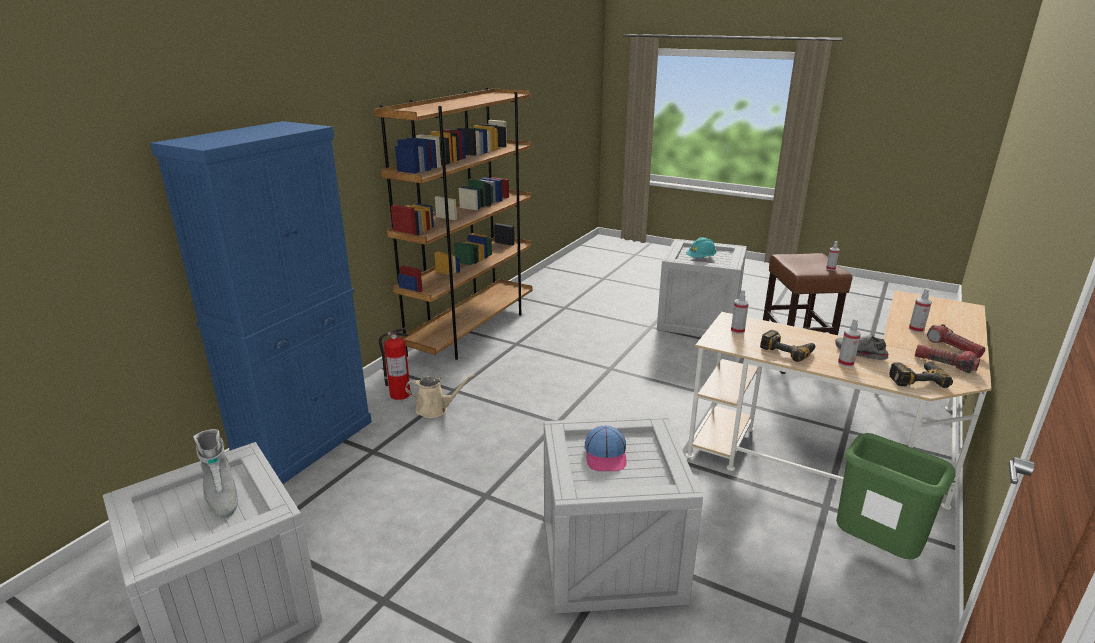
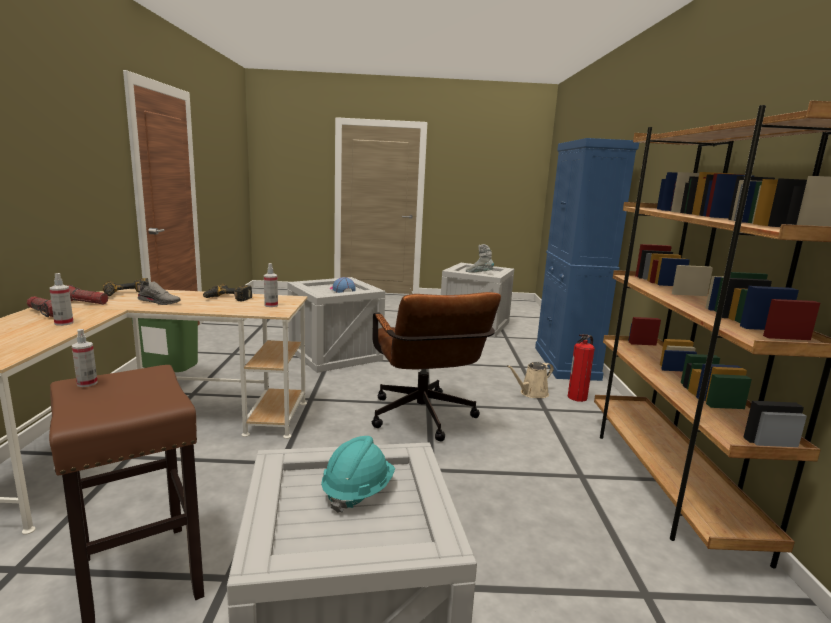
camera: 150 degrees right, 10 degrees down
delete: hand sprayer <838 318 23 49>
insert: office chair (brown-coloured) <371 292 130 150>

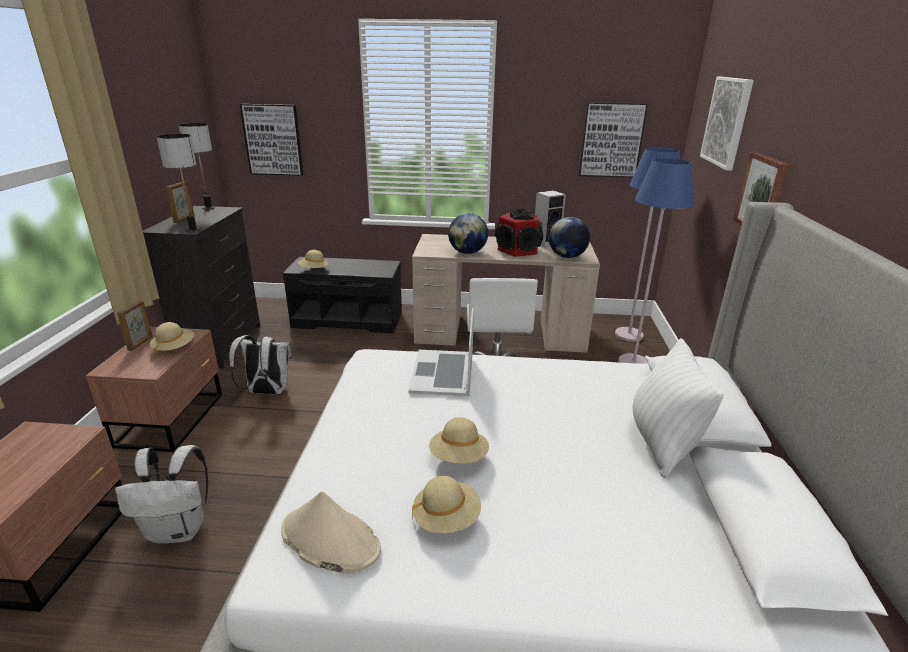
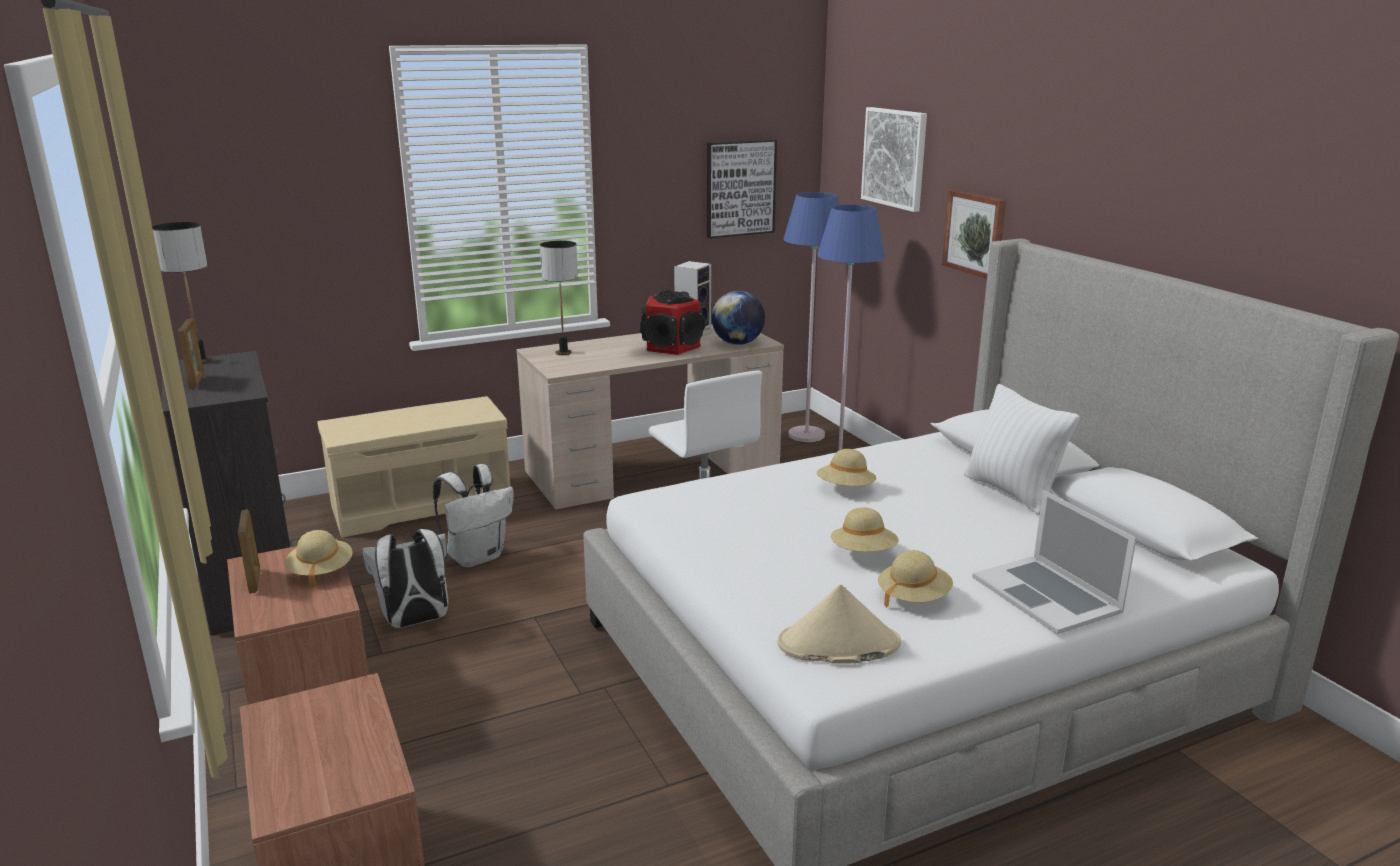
camera: 30 degrees left, 5 degrees down
delete: picture <240 104 63 72>; world globe <448 213 40 41>
move: backpack (white) <115 445 93 99> to <433 464 81 103>; table lamp <156 134 44 99> to <540 241 38 114>; wearable hat (sand-coloured) <298 250 31 18> to <817 449 59 37>; laptop <408 308 66 88> to <972 490 164 144>
recolor: bench (black) <283 257 119 76> to bench (sand-coloured) <317 396 193 142>

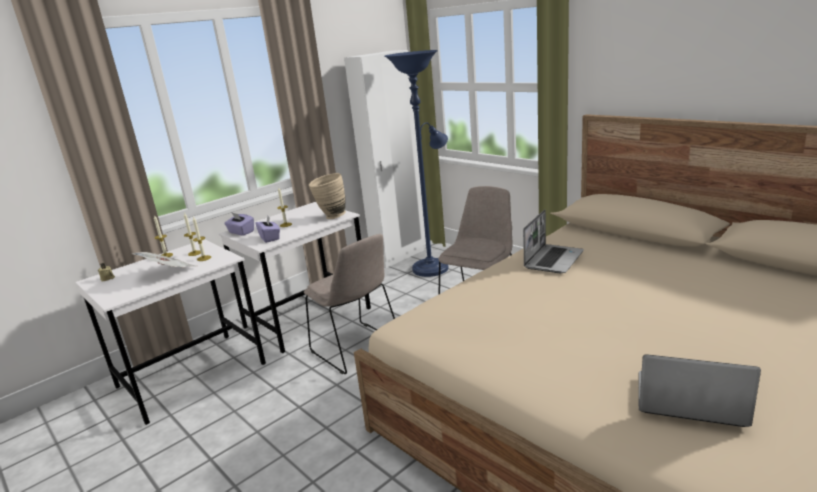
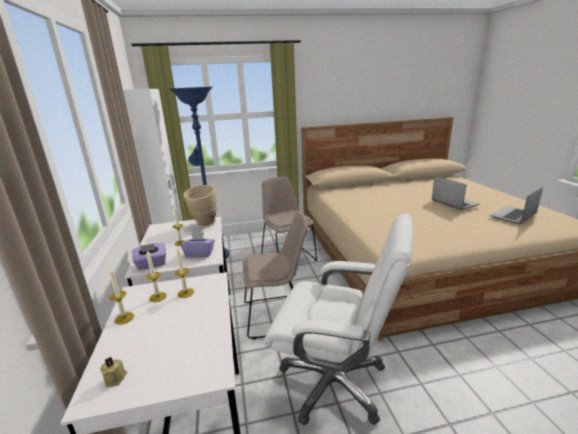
camera: 60 degrees left, 0 degrees up
delete: daily paper <132 252 64 16>
insert: office chair (white) <264 213 149 212>
move: laptop <523 209 61 64> to <432 176 47 34>

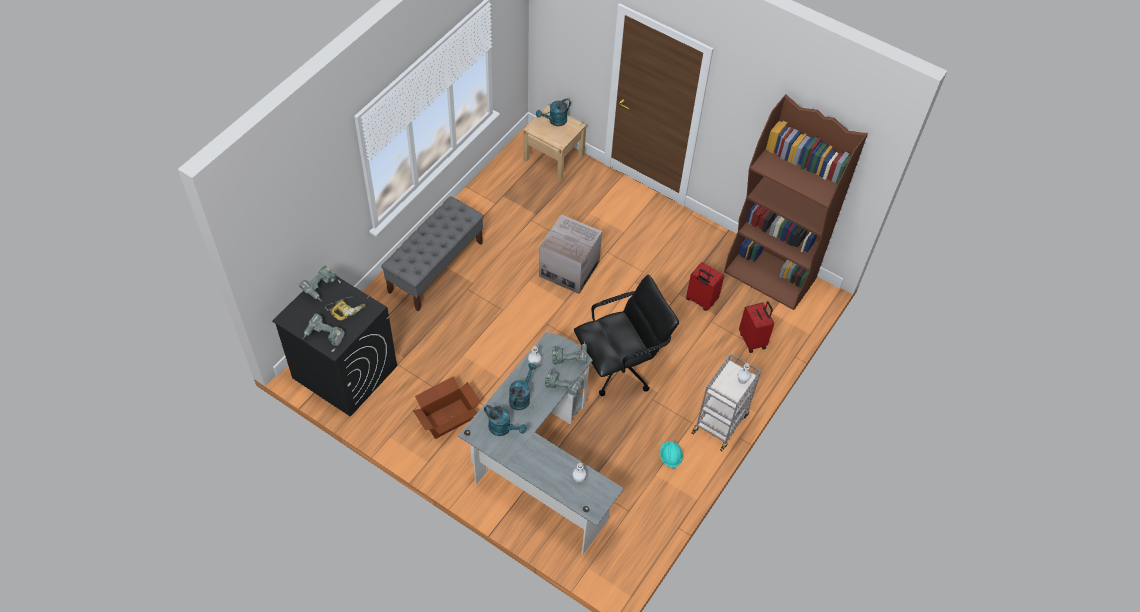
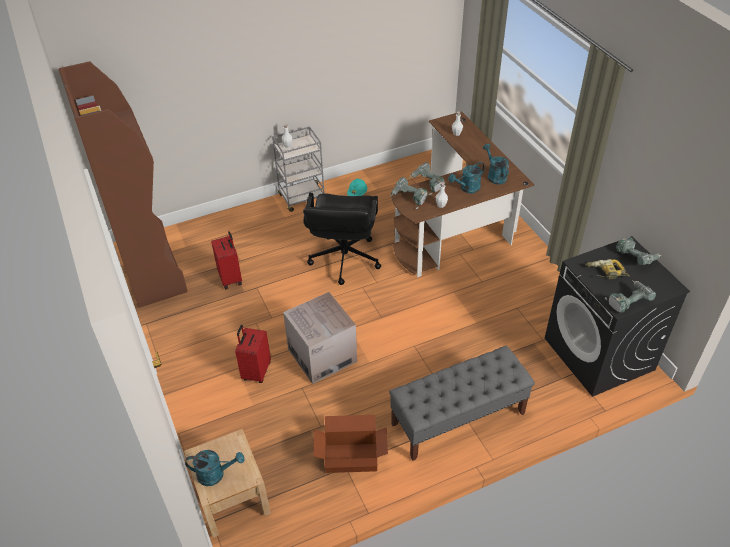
camera: 145 degrees left, 10 degrees down
move: carton <413 376 67 63> to <313 415 75 58>; piece of luggage (red-coloured) <739 301 35 52> to <235 325 36 58>
recolor: desk unit (gray) <458 332 166 223> to desk unit (brown-coloured) <391 111 143 166>
rotate: office chair (black) <574 275 105 121> = <303 193 78 92> 90 degrees counterclockwise

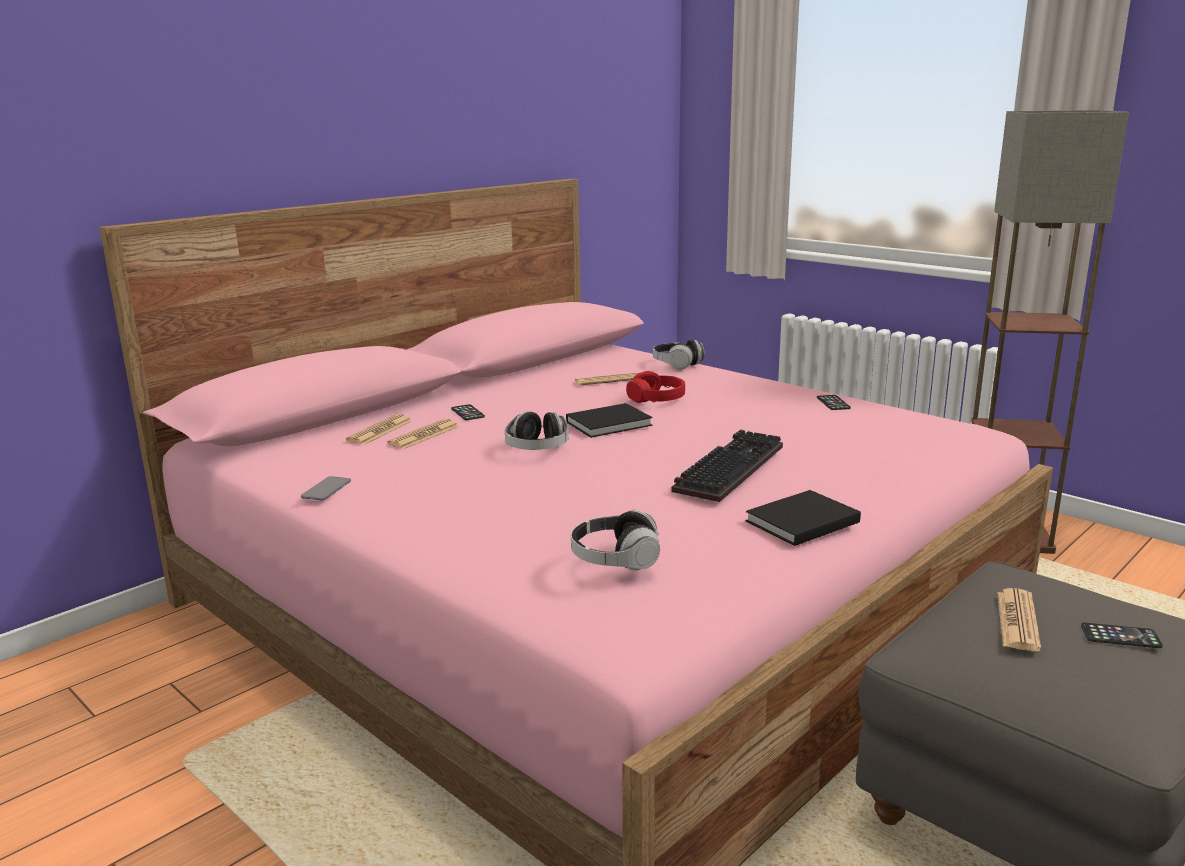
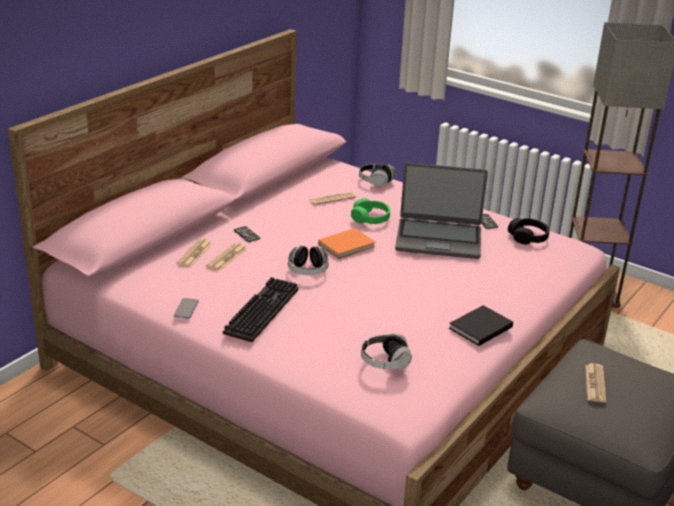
camera: 10 degrees left, 10 degrees up
delete: phone <1081 623 82 25>
insert: laptop <395 162 93 97>; headset (black) <508 218 41 26>
move: computer keyboard <671 429 112 73> to <223 277 76 65>
recolor: volume (black) <566 403 86 35> to volume (orangey) <318 228 58 31>; headset (red-coloured) <626 371 59 32> to headset (green) <351 198 39 26>

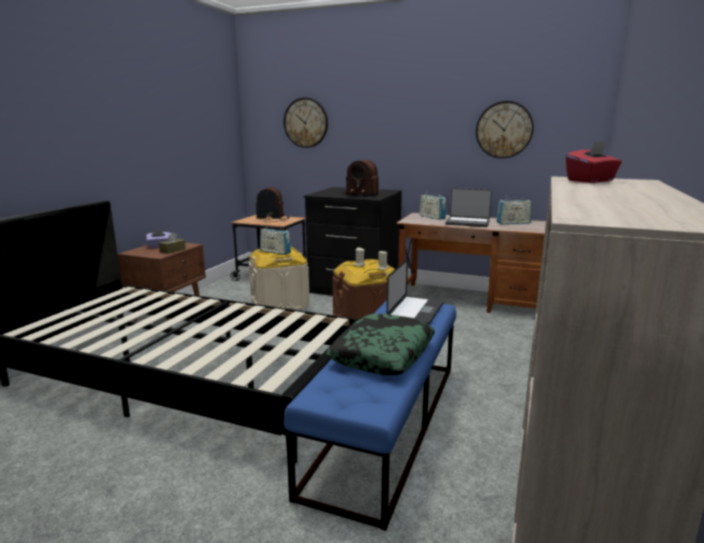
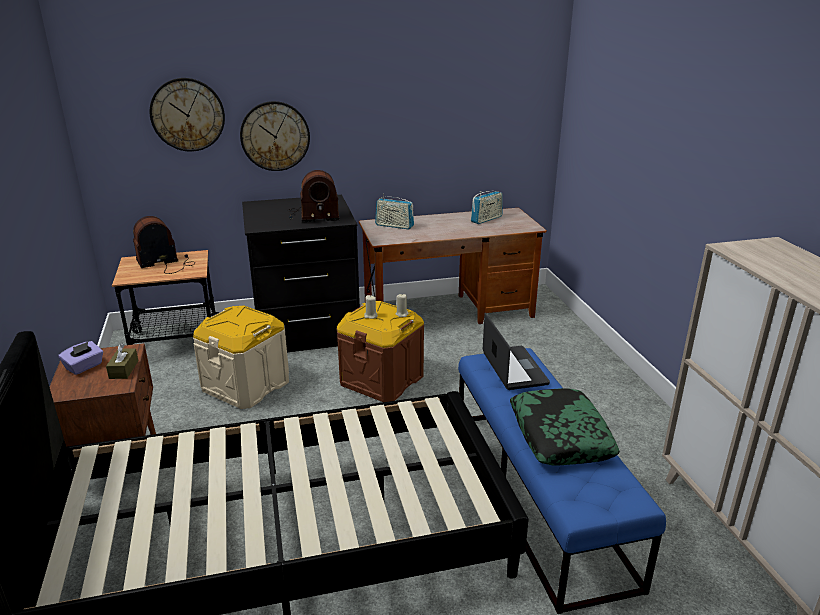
camera: 35 degrees left, 10 degrees up
delete: radio receiver <260 224 31 31>; laptop <445 188 47 39>; box of tissues (red-coloured) <566 141 56 42>
move: hanging clock <476 101 58 58> to <240 101 70 70>

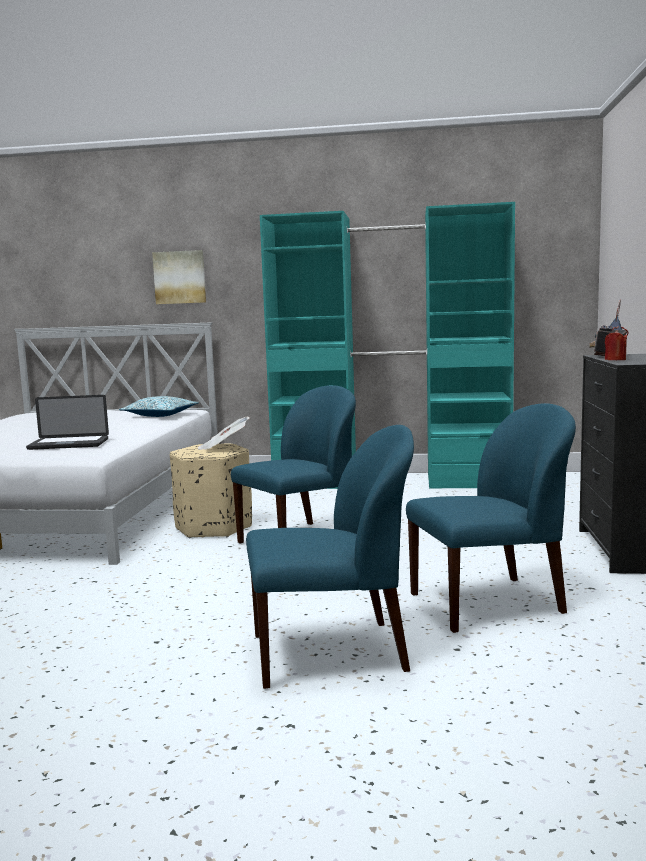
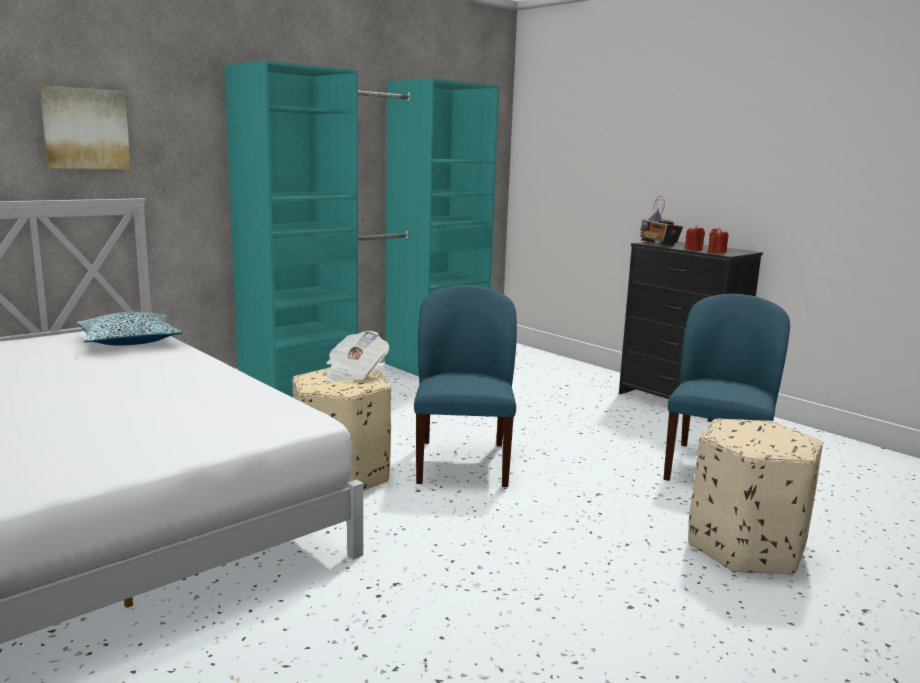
camera: 50 degrees left, 5 degrees up
delete: laptop <26 395 83 55>
insert: wax light (red-coloured) <708 228 20 25>
replace: plain chair (blue) <246 425 168 264> to footrest (sand-coloured) <688 419 135 156>

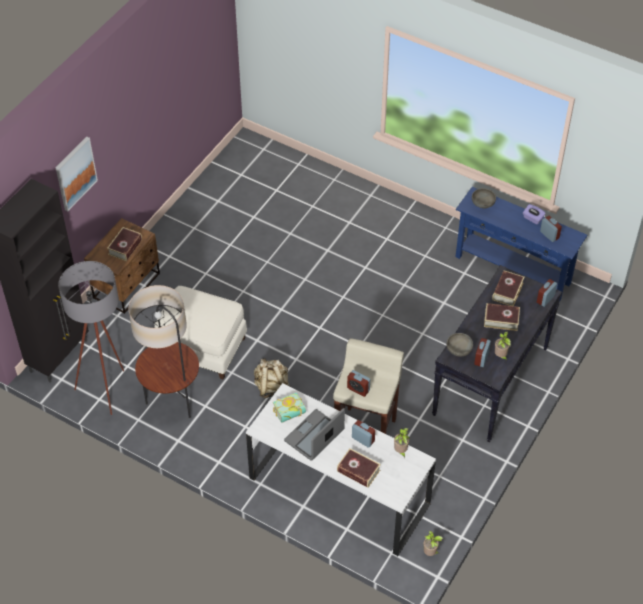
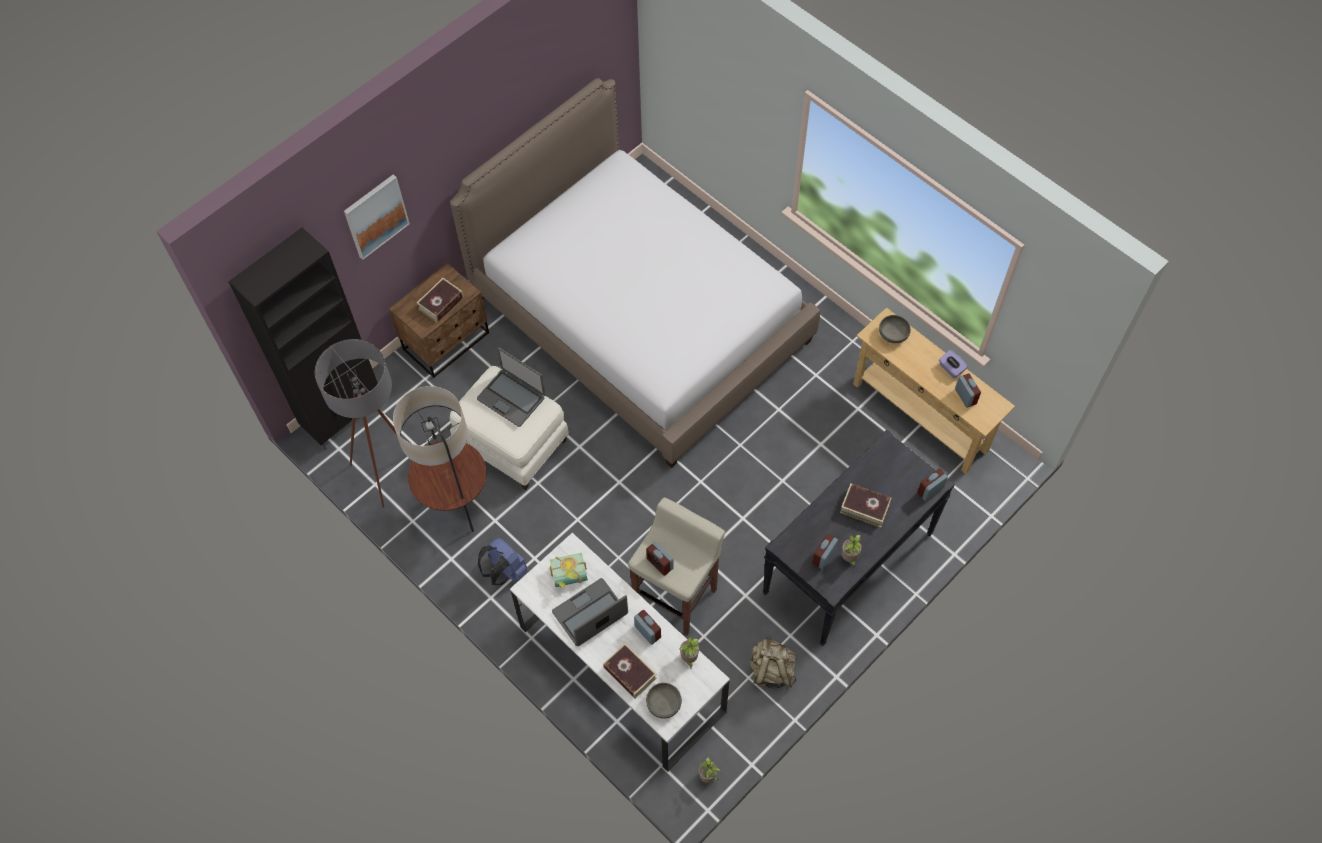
camera: 15 degrees right, 10 degrees up
delete: volume <492 270 33 36>
insert: bed <450 78 370 390>; laptop <477 347 68 80>; backpack (blue) <478 538 50 47>
move: backpack (sand-coloured) <254 358 37 40> to <750 636 47 52>; bowl (gray) <447 333 26 23> to <646 683 36 36>
recolor: console table (blue) <455 187 132 115> to console table (sand-coloured) <853 307 162 167>

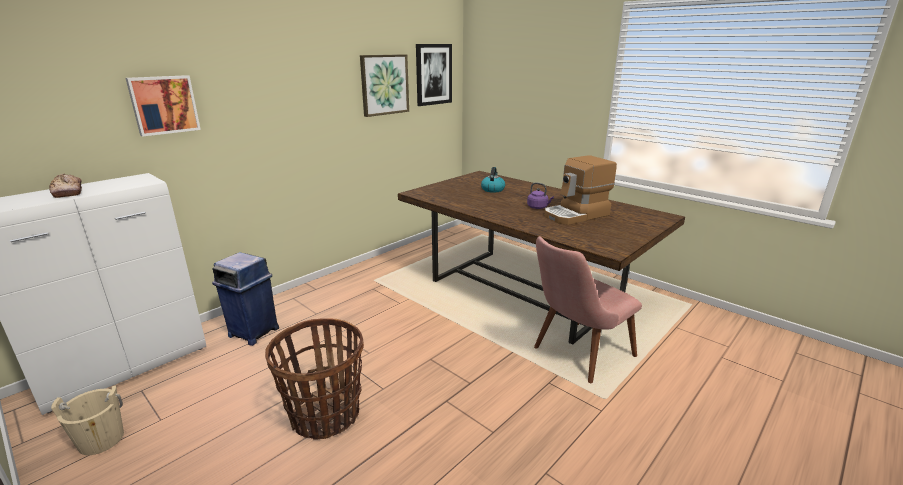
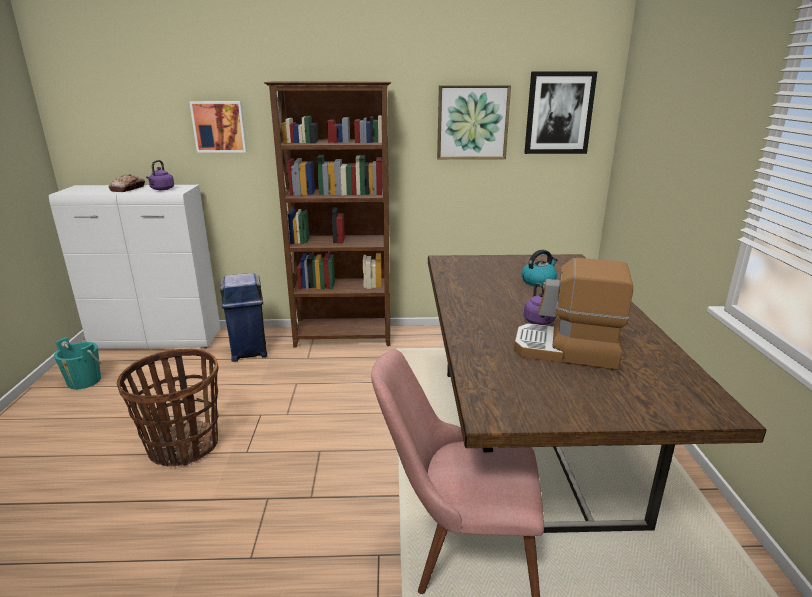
camera: 45 degrees right, 0 degrees up
insert: tea kettle (purplish) <146 160 28 30>; bookcase (brown-coloured) <264 81 127 266>
recolor: water bucket (sand-coloured) <51 385 73 70> to water bucket (turquoise-coloured) <54 337 47 52>

